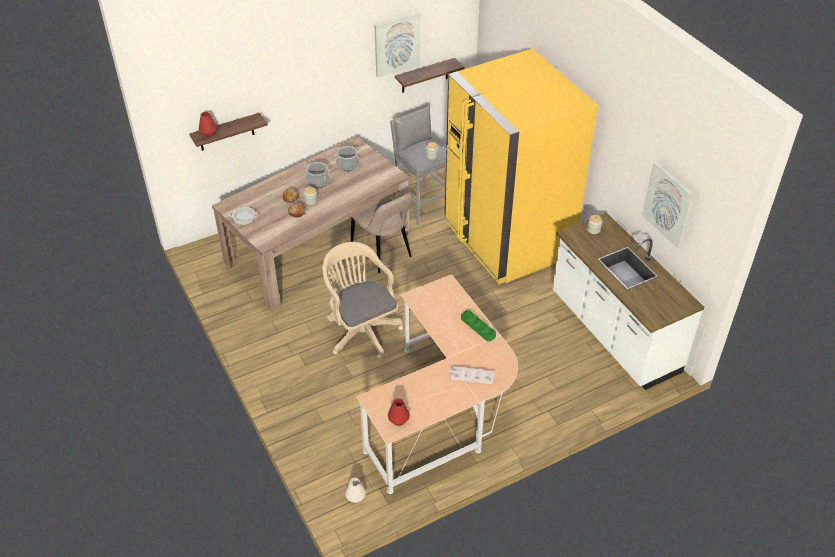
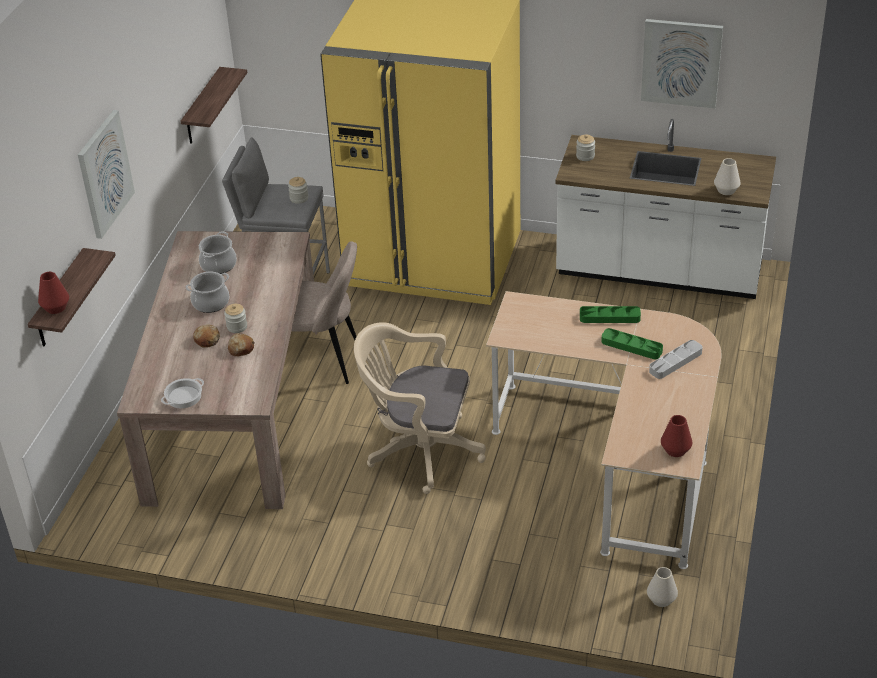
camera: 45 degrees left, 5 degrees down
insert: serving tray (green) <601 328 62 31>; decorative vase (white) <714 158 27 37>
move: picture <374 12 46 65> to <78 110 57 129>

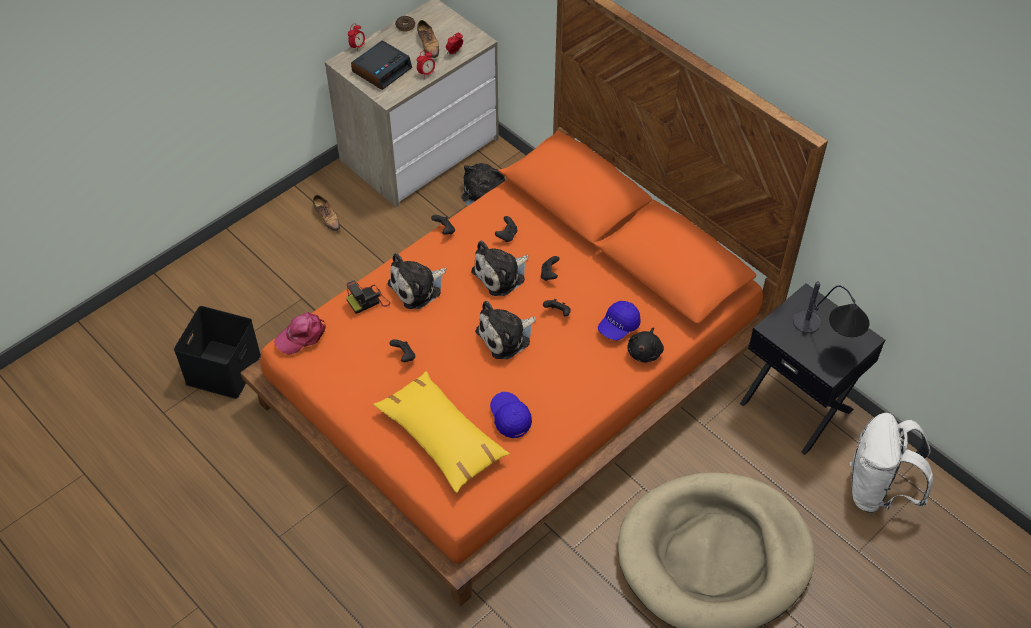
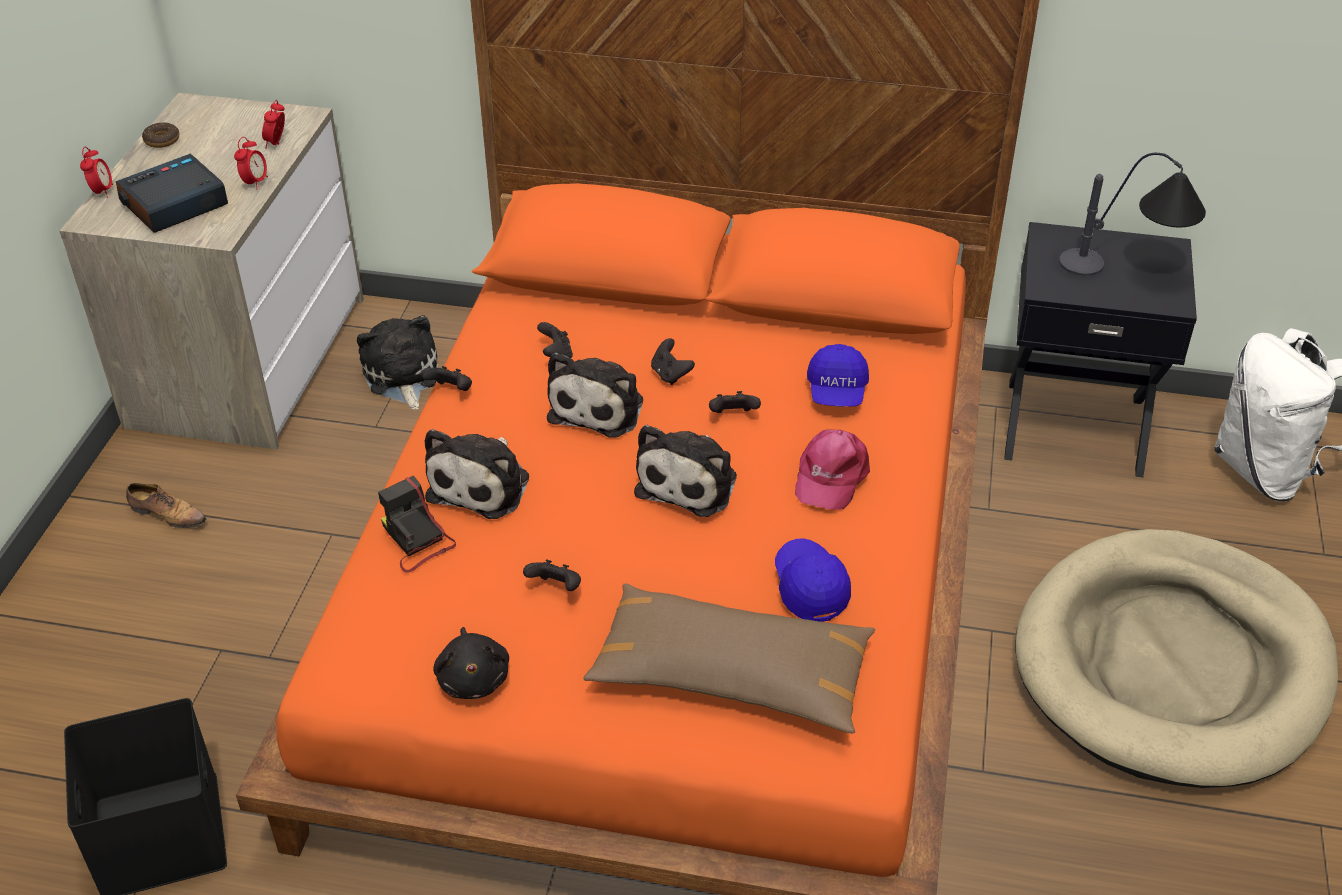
camera: 35 degrees left, 10 degrees down
delete: item of footwear <417 20 22 38>
move: peaked cap (pink-coloured) <274 312 52 43> to <795 430 75 80>; cuddly toy (black) <627 327 37 36> to <433 627 76 72>
recolor: pillow (yellowish) <373 371 137 122> to pillow (brown-coloured) <583 583 292 151>
rotate: still camera <346 281 44 33> = <378 476 78 97> 120 degrees clockwise; bedside clock <351 40 61 50> = <116 153 112 80> 135 degrees counterclockwise; peaked cap (blue) <490 392 42 46> = <775 538 76 84> 45 degrees clockwise

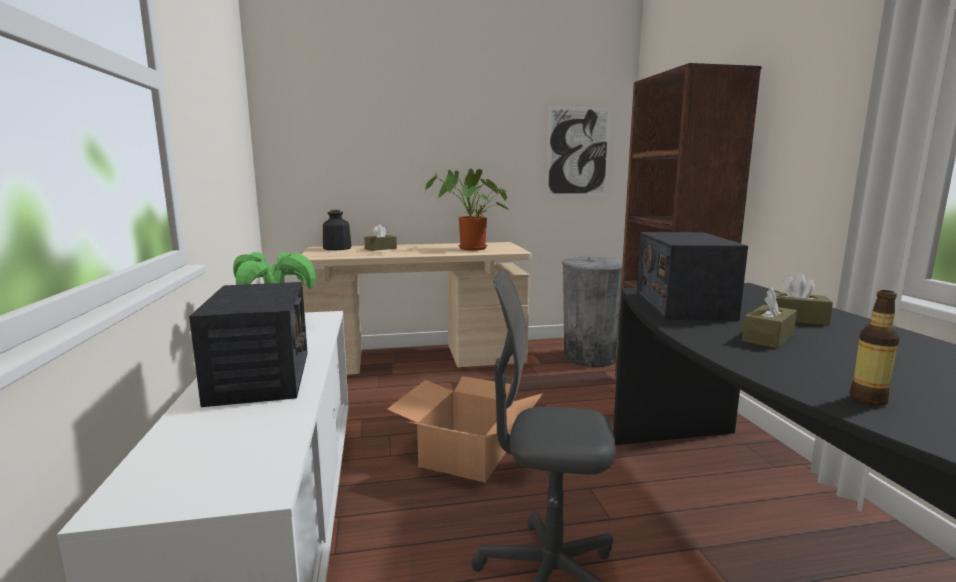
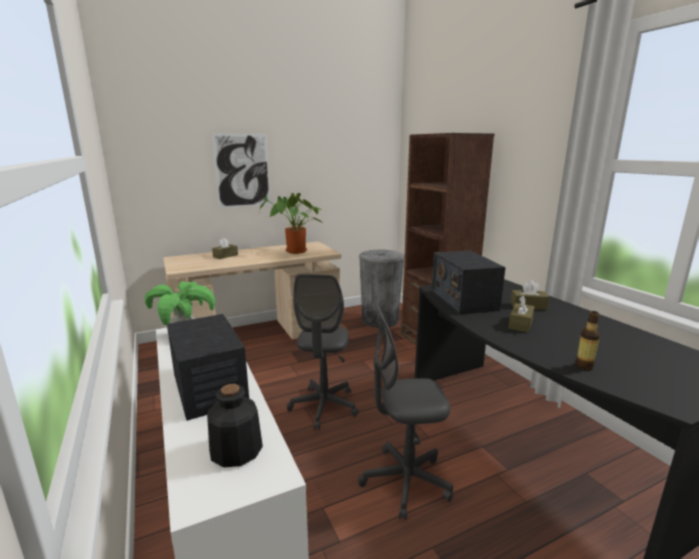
camera: 15 degrees left, 5 degrees up
move: bottle <323 210 29 40> to <207 384 56 83>; picture <546 106 65 89> to <212 133 59 75>
replace: carton <387 376 156 107> to office chair (gray) <287 274 72 156>

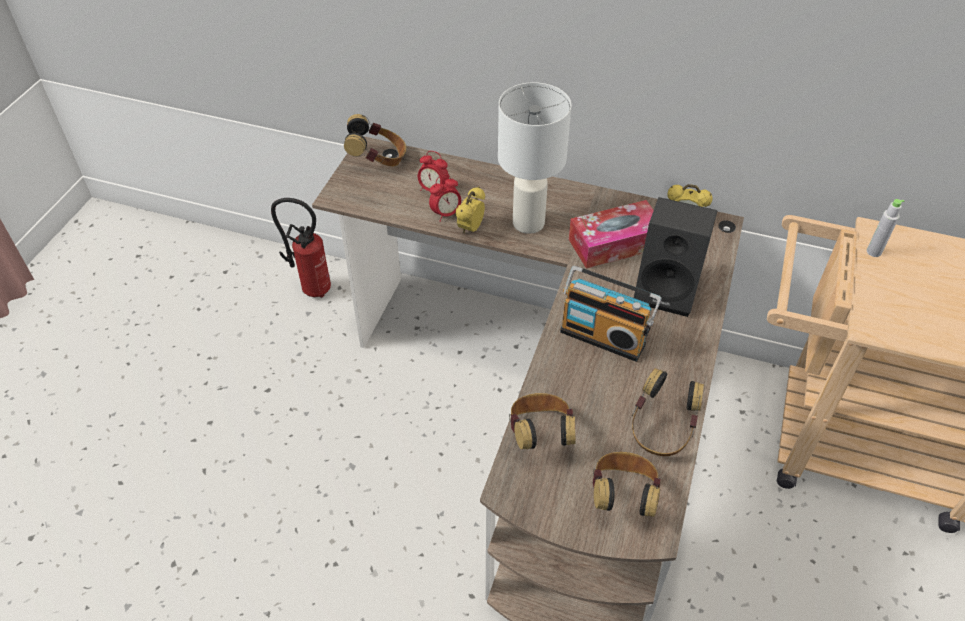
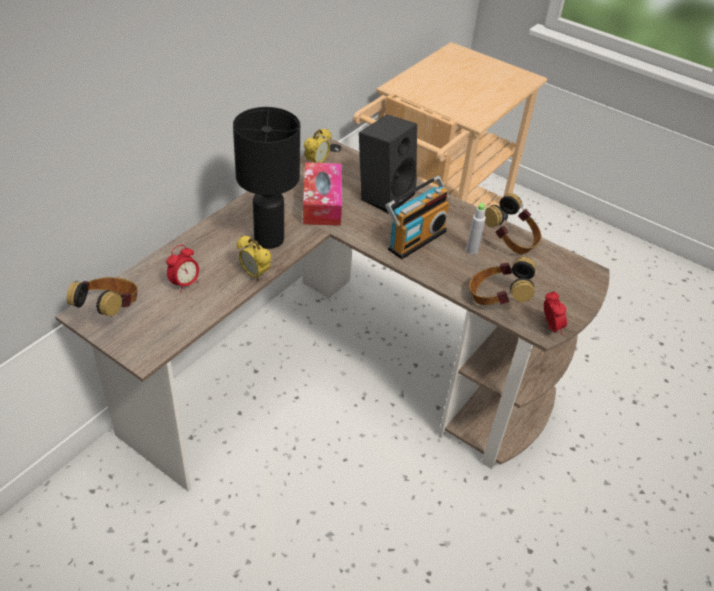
camera: 75 degrees left, 5 degrees down
delete: fire-fighting cylinder <271 198 60 100>; headset <593 452 68 65>
move: bedside clock <429 175 32 47> to <544 291 23 44>; bottle (gray) <867 199 37 58> to <466 202 20 53>
recolor: table lamp (white) <498 82 73 152> to table lamp (black) <233 107 67 142>

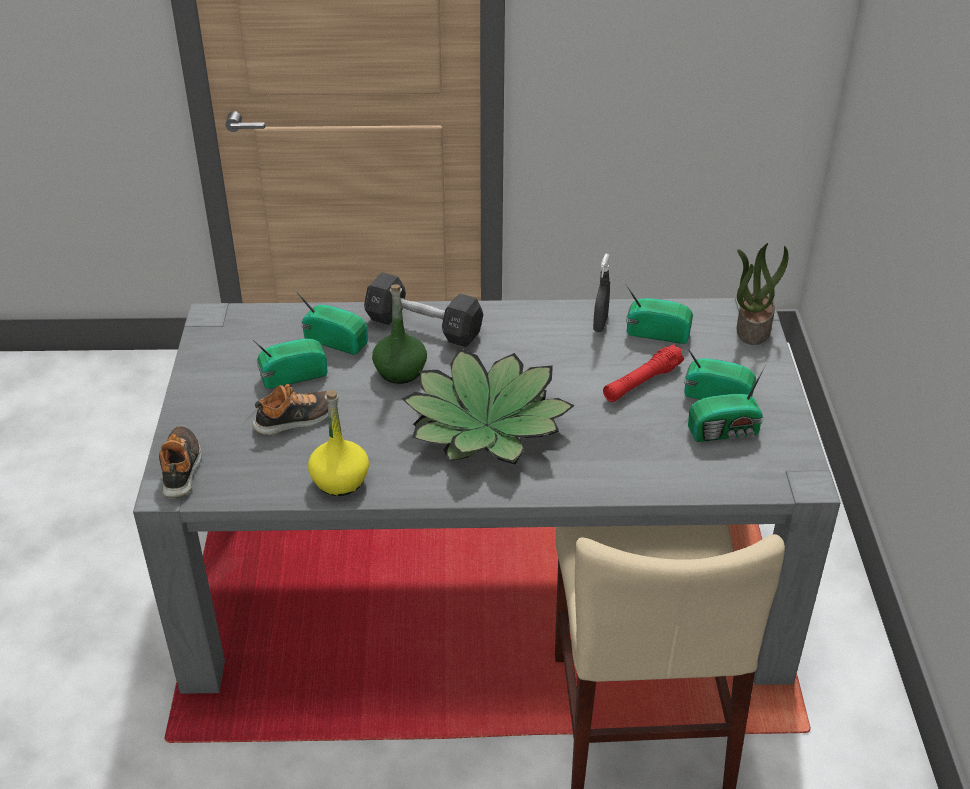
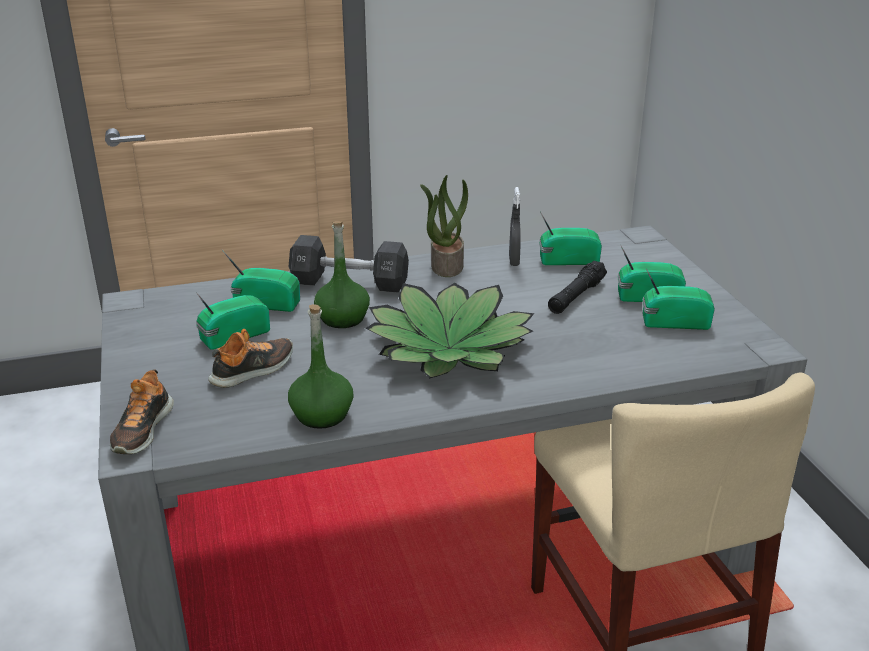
camera: 15 degrees left, 10 degrees down
move: plant in a pot <737 243 52 102> to <420 175 48 102>
recolor: bottle (yellowish) <308 389 61 107> to bottle (green) <288 304 66 125>; torch (red-coloured) <603 344 81 58> to torch (black) <548 261 59 53>
rotate: item of footwear <159 426 43 72> = <110 369 64 85> 150 degrees counterclockwise; radio receiver <688 367 77 75> = <642 268 73 62> 150 degrees counterclockwise

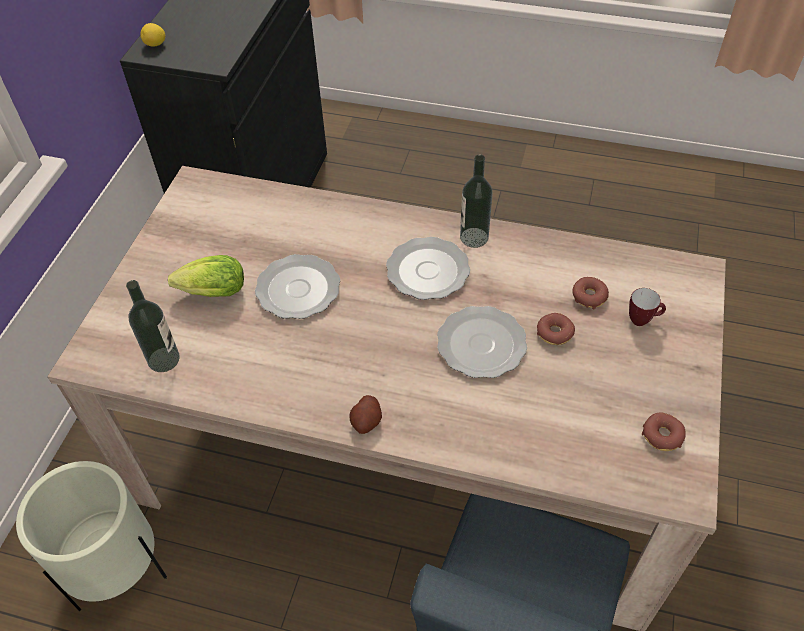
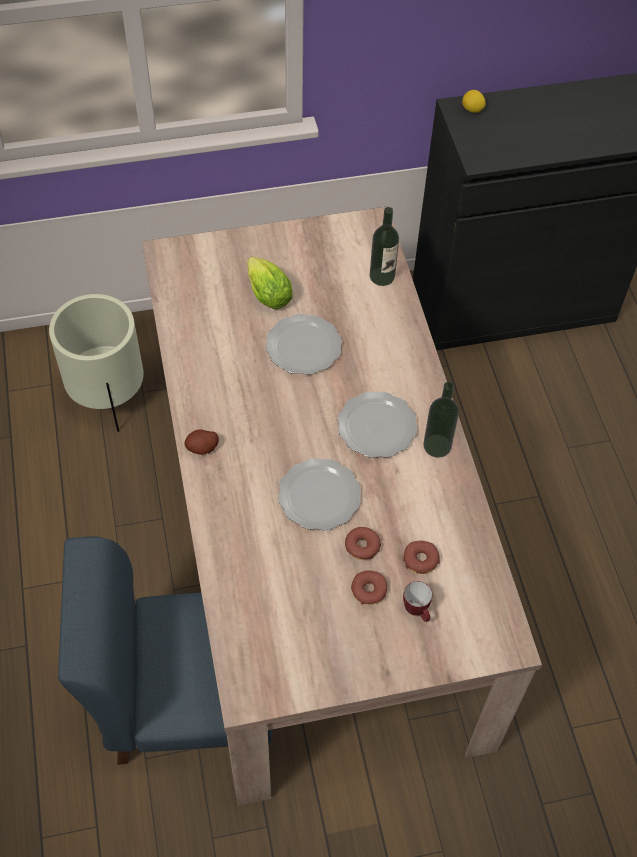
camera: 60 degrees right, 5 degrees up
move: bottle <126 280 54 92> to <370 207 29 79>; doughnut <642 412 44 39> to <351 571 36 34>

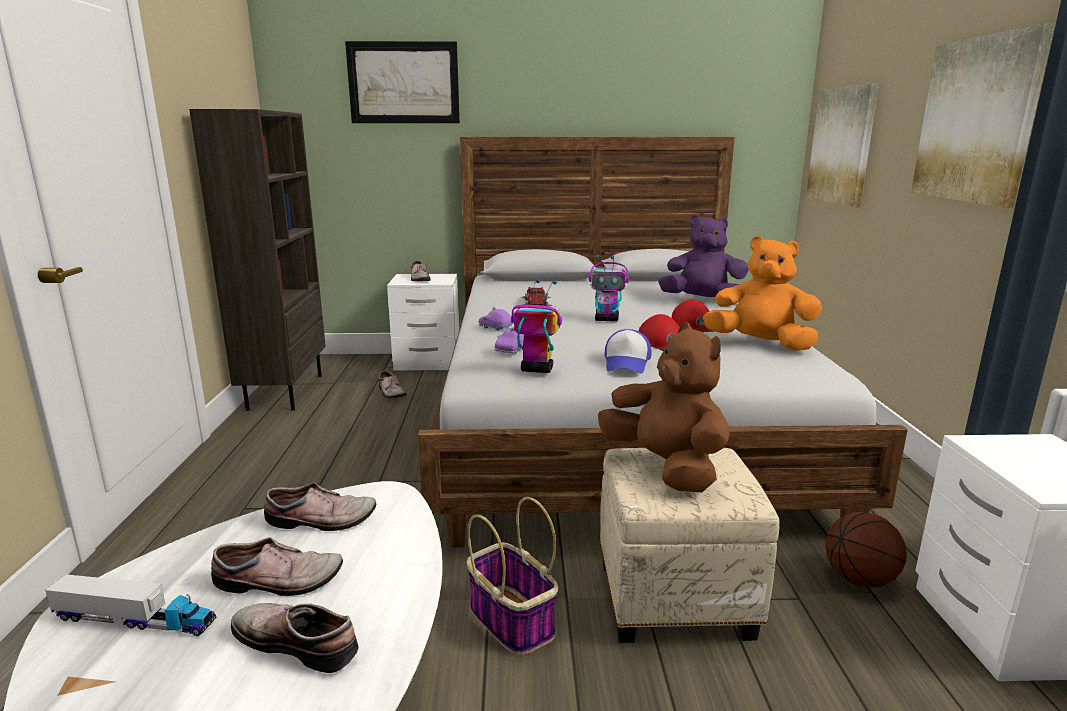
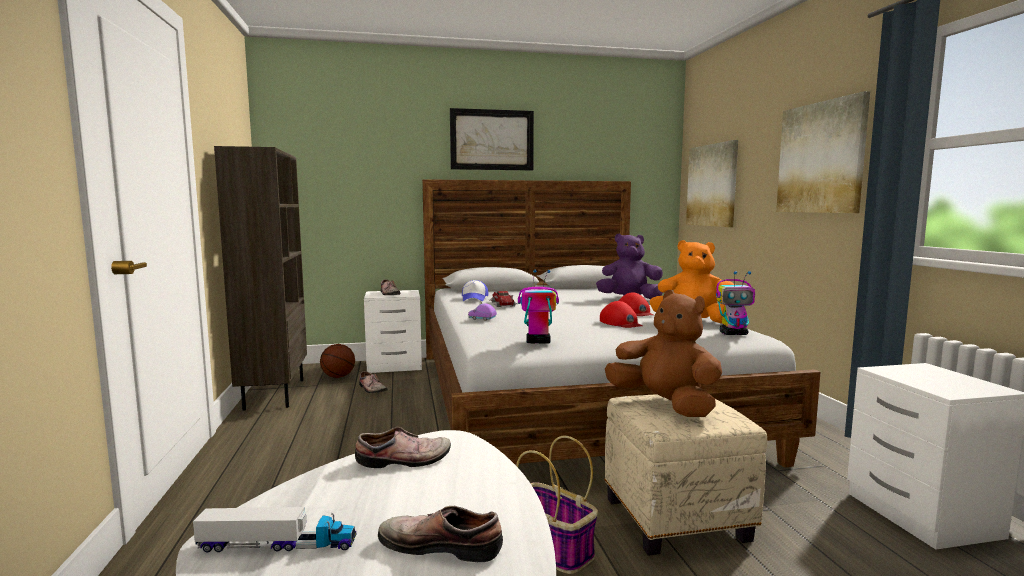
camera: 10 degrees left, 10 degrees down
delete: item of footwear <211 537 132 59>; miniature car (purplish) <495 327 29 27>
move: picture <345 41 115 82> to <450 108 84 62>; robot figure <589 255 40 67> to <716 271 39 64>; peaked cap <605 329 47 45> to <462 280 26 21>; basketball ball <825 512 82 75> to <320 344 35 34>

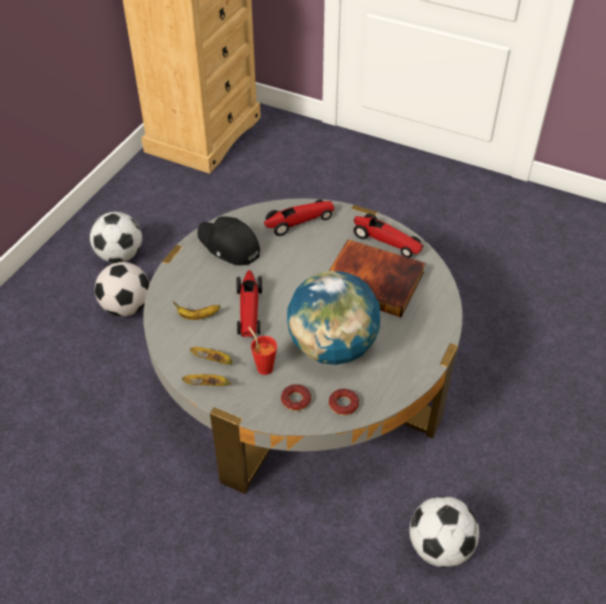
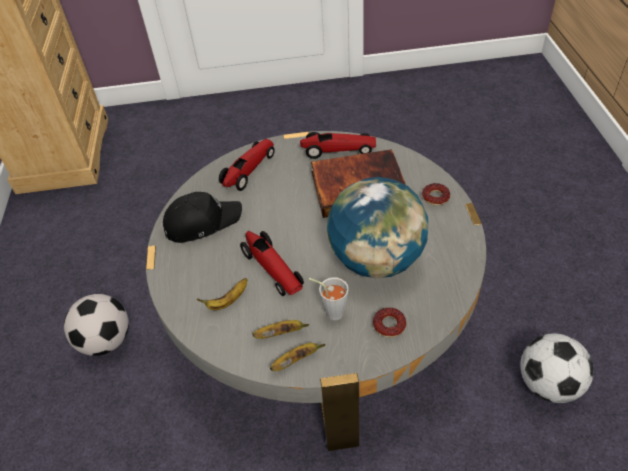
camera: 30 degrees left, 0 degrees up
delete: football ball <90 212 52 51>
move: doughnut <329 389 30 27> to <422 183 28 23>
recolor: drinking cup (red-coloured) <248 327 29 48> to drinking cup (gray) <309 277 40 43>
rotate: peaked cap (black) <197 216 63 49> = <163 192 79 51> 150 degrees clockwise

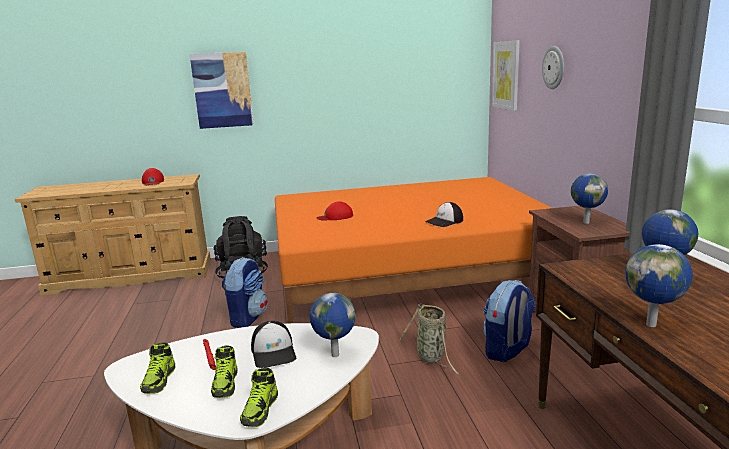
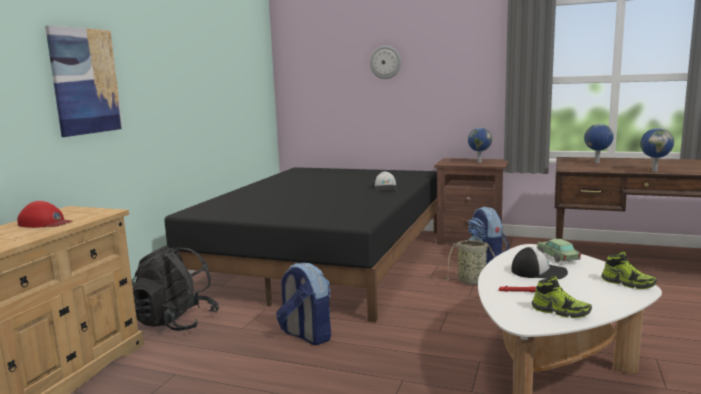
camera: 60 degrees left, 5 degrees down
delete: item of footwear <211 345 27 53>; peaked cap (red-coloured) <316 201 37 20>; picture <492 40 28 71>
replace: world globe <310 293 46 64> to miniature car <537 239 44 23>
recolor: bed (orangey) <275 177 276 146> to bed (black) <164 167 273 156>

